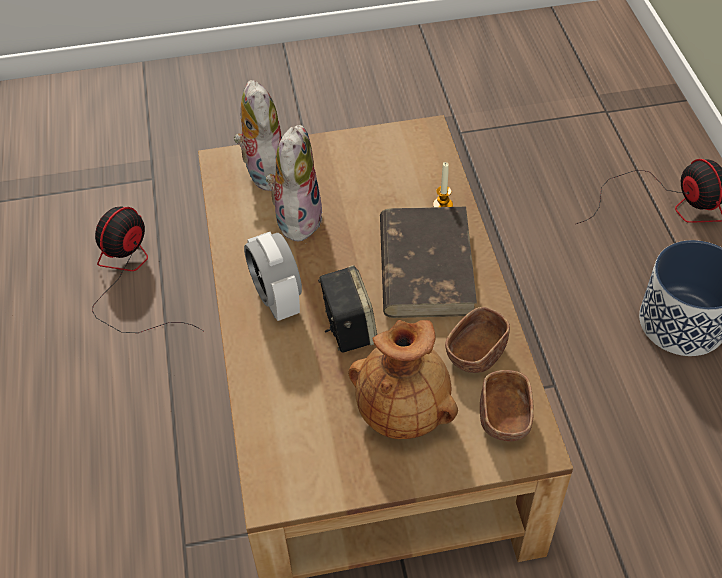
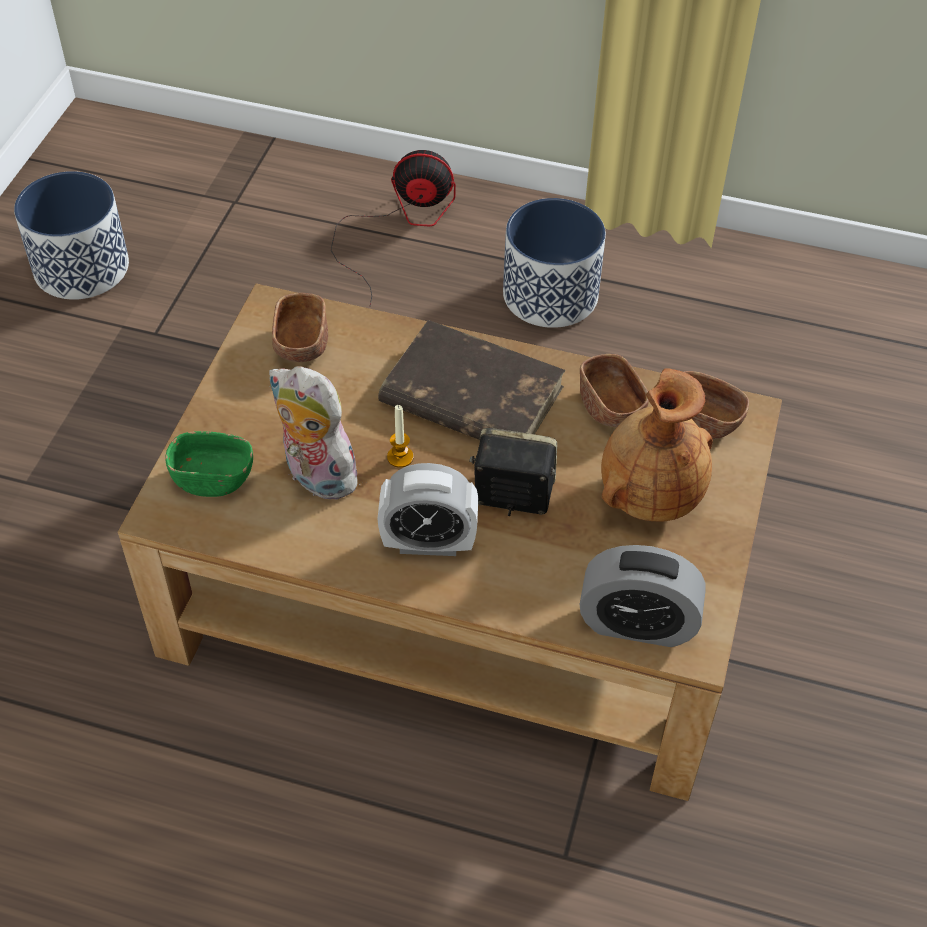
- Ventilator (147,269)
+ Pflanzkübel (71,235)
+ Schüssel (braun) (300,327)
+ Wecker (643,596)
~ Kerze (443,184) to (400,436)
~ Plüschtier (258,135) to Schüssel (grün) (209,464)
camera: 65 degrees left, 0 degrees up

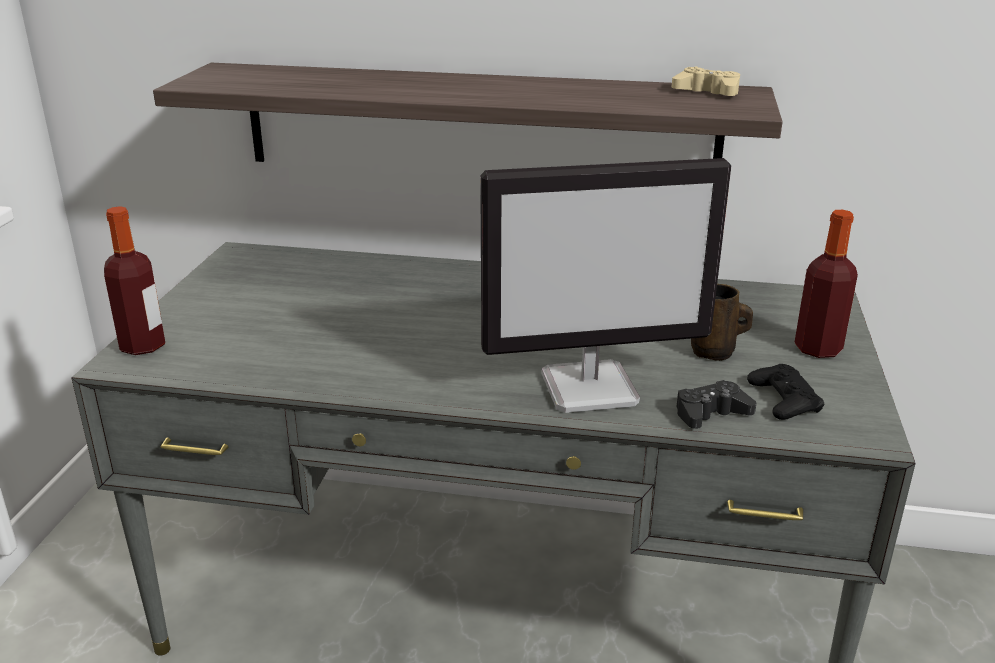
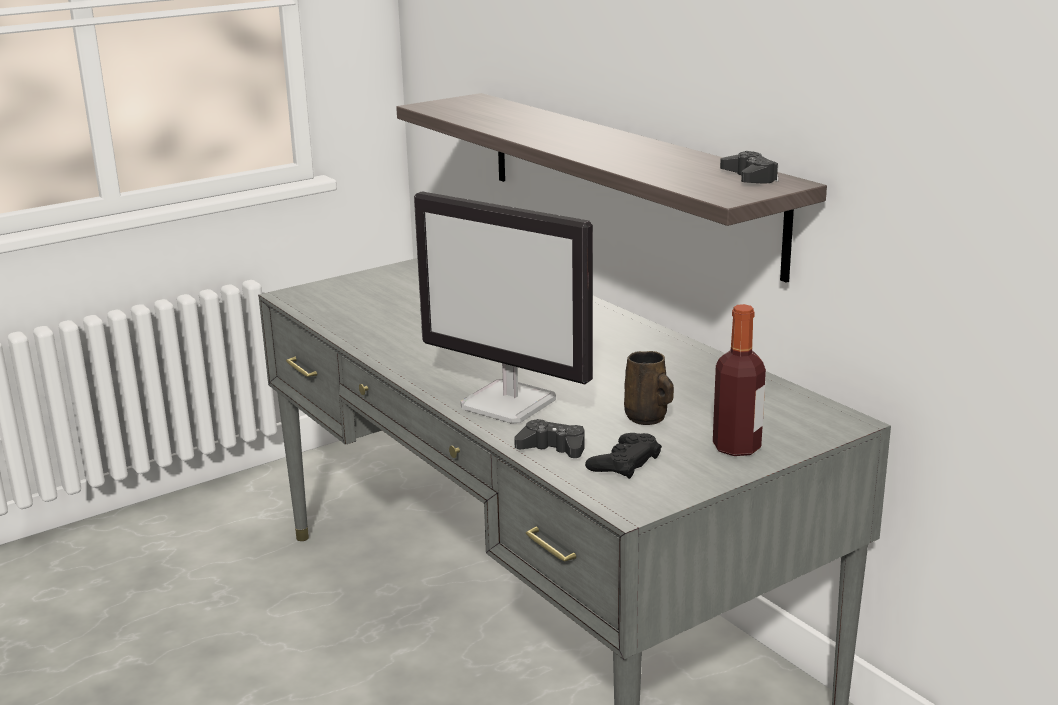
- Flasche (134,280)
~ Gamepad (beige) (706,81) to Gamepad (schwarz) (749,167)
camera: 45 degrees right, 5 degrees down

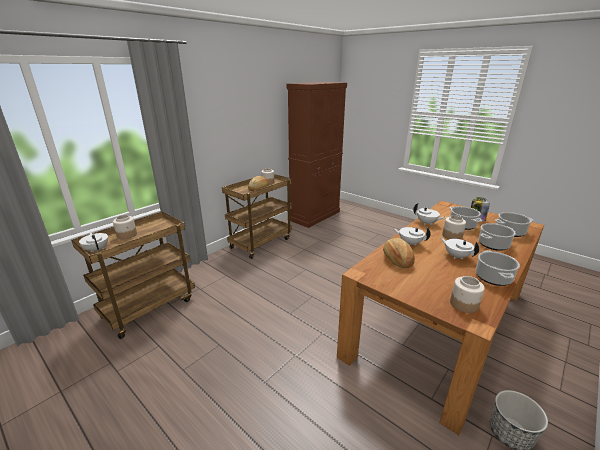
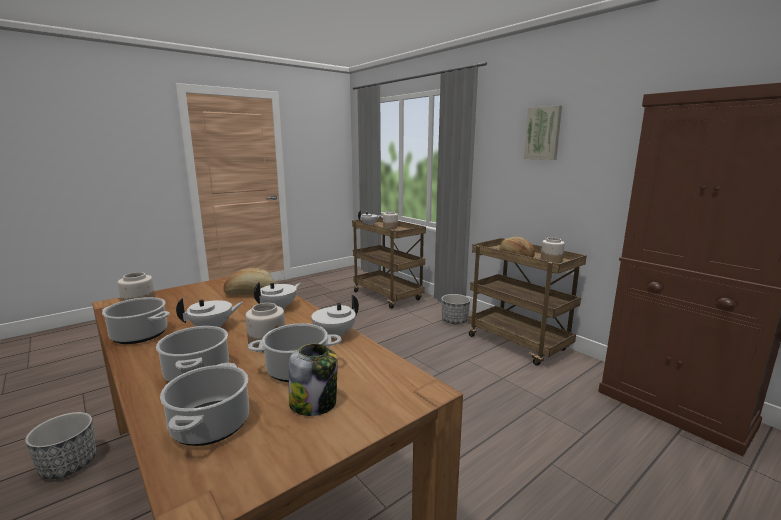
+ Pflanzkübel (455,309)
+ Bild (543,132)
camera: 100 degrees right, 10 degrees down

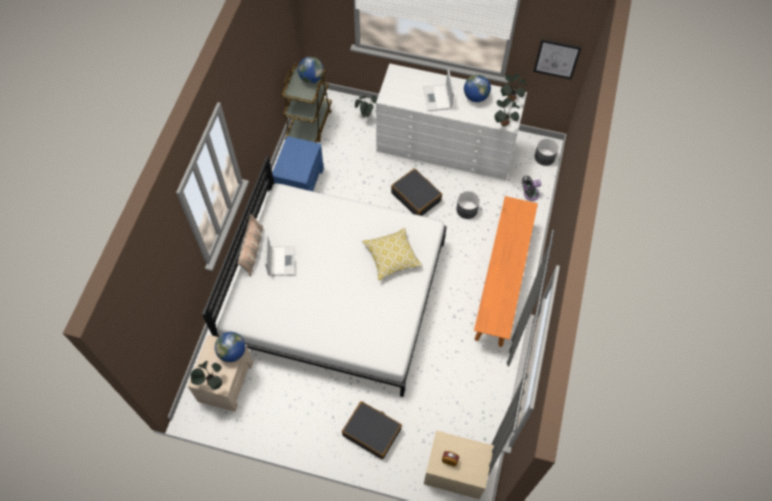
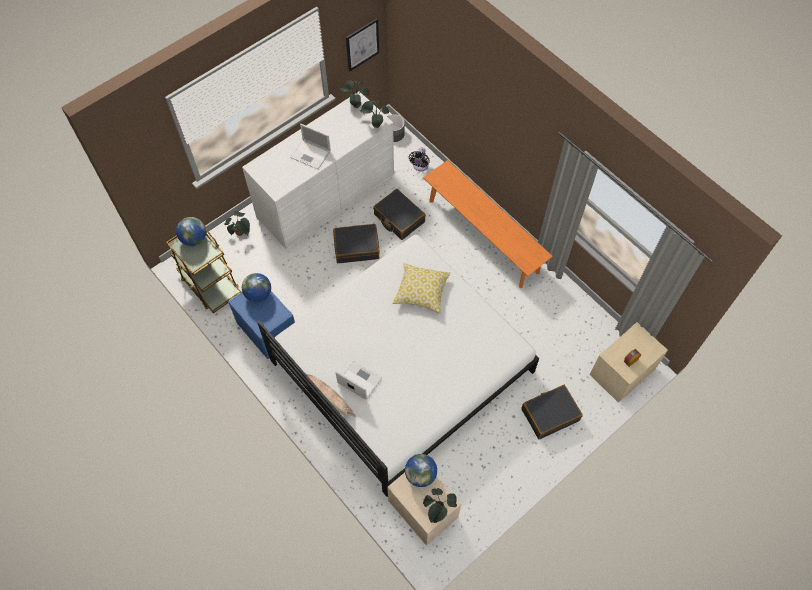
~ Globus (477,88) to (256,287)
~ Pflanzkübel (grau) (468,205) to Koffer (schwarz) (399,214)
camera: 55 degrees left, 0 degrees up

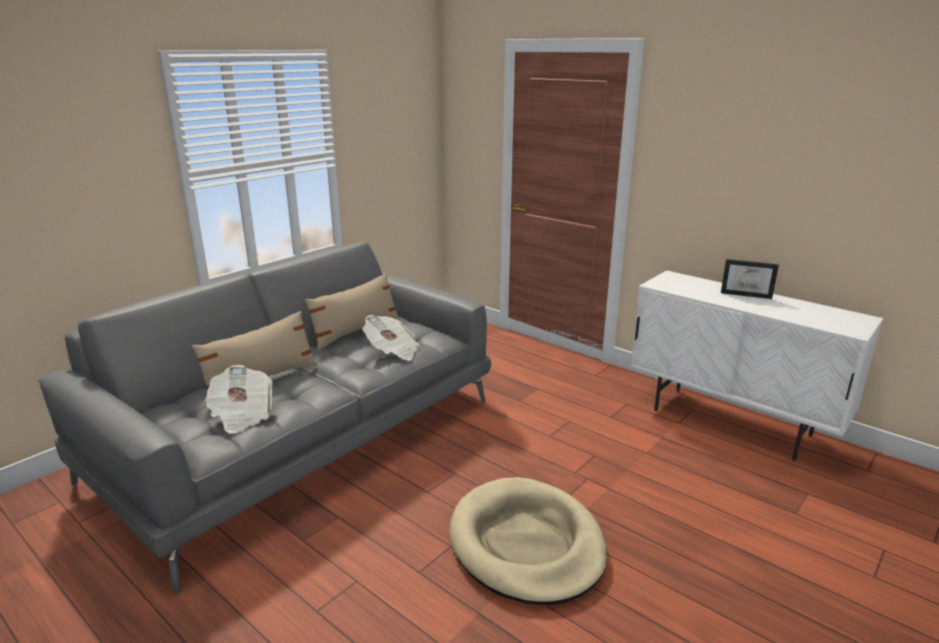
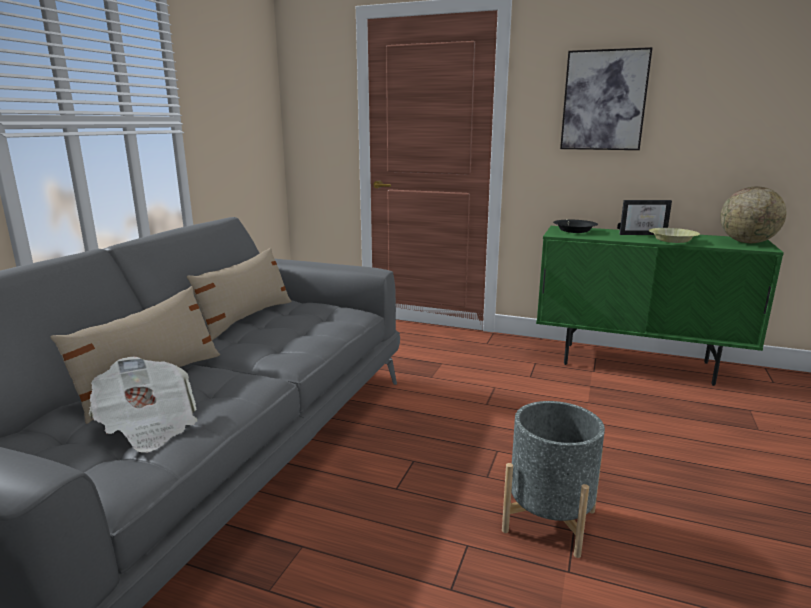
- Zeitung (390,338)
+ Schüssel (schwarz) (575,226)
+ Bild (606,98)
+ Schüssel (gelb) (674,235)
+ Globus (753,214)
~ Hundebett (beige) (528,541) to Pflanzkübel (grau) (553,479)
~ Schrank (weiß) (756,365) to Schrank (grün) (660,306)
camera: 20 degrees left, 5 degrees down

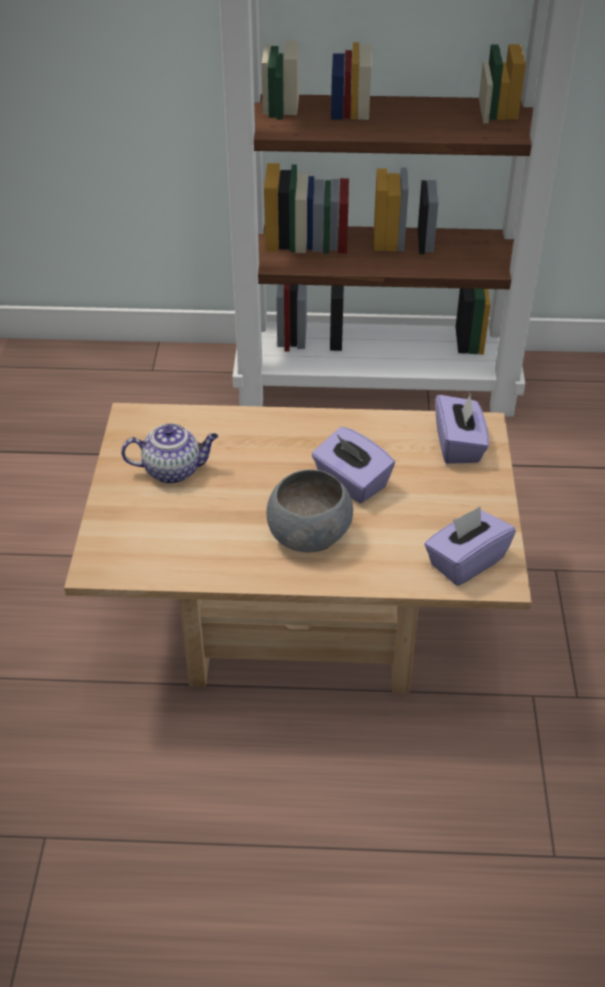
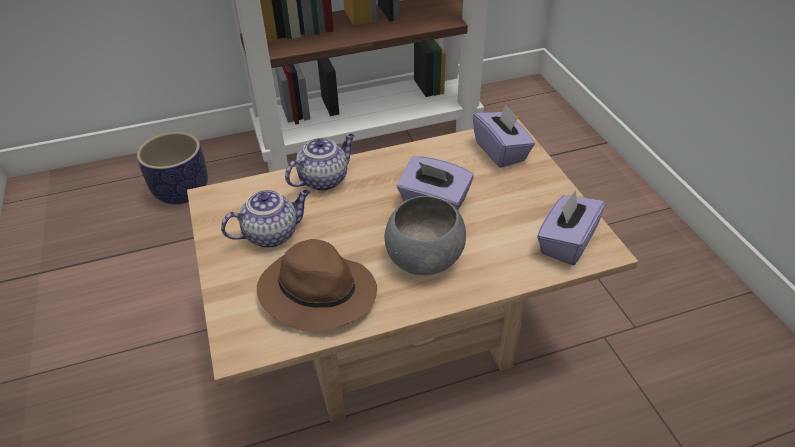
+ Pflanzkübel (172,168)
+ Hut (braun) (317,285)
+ Teekanne (320,162)
camera: 20 degrees left, 0 degrees up

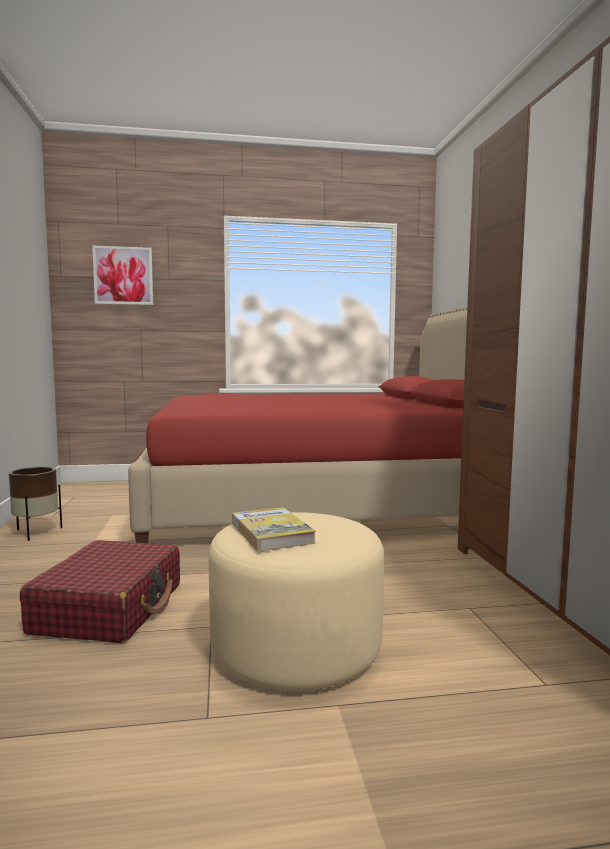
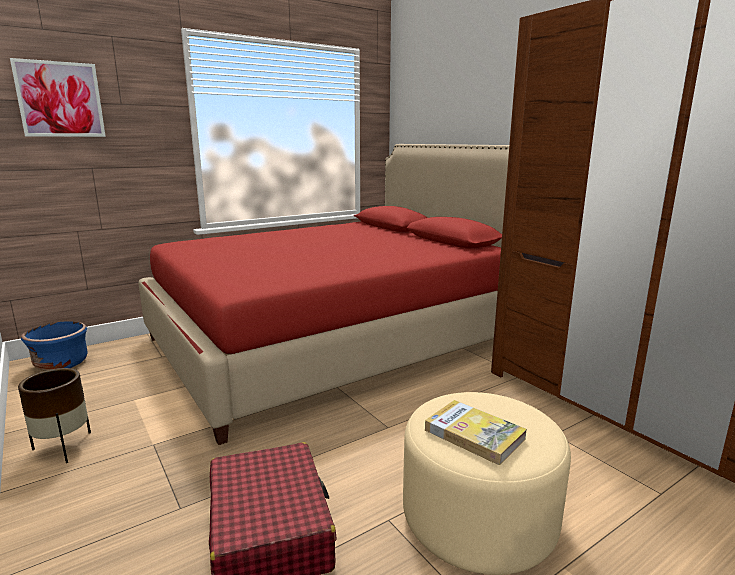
+ Pflanzkübel (blau) (54,346)
camera: 25 degrees left, 10 degrees up

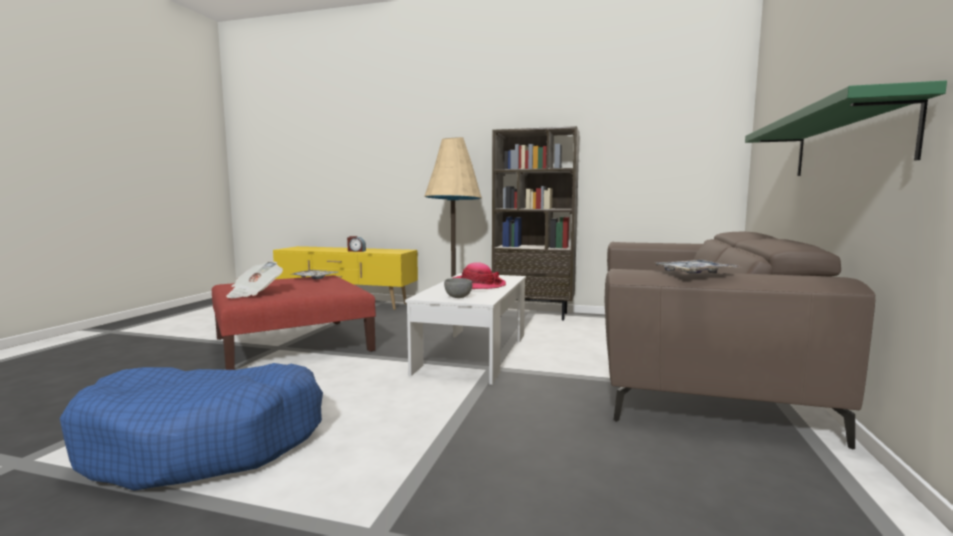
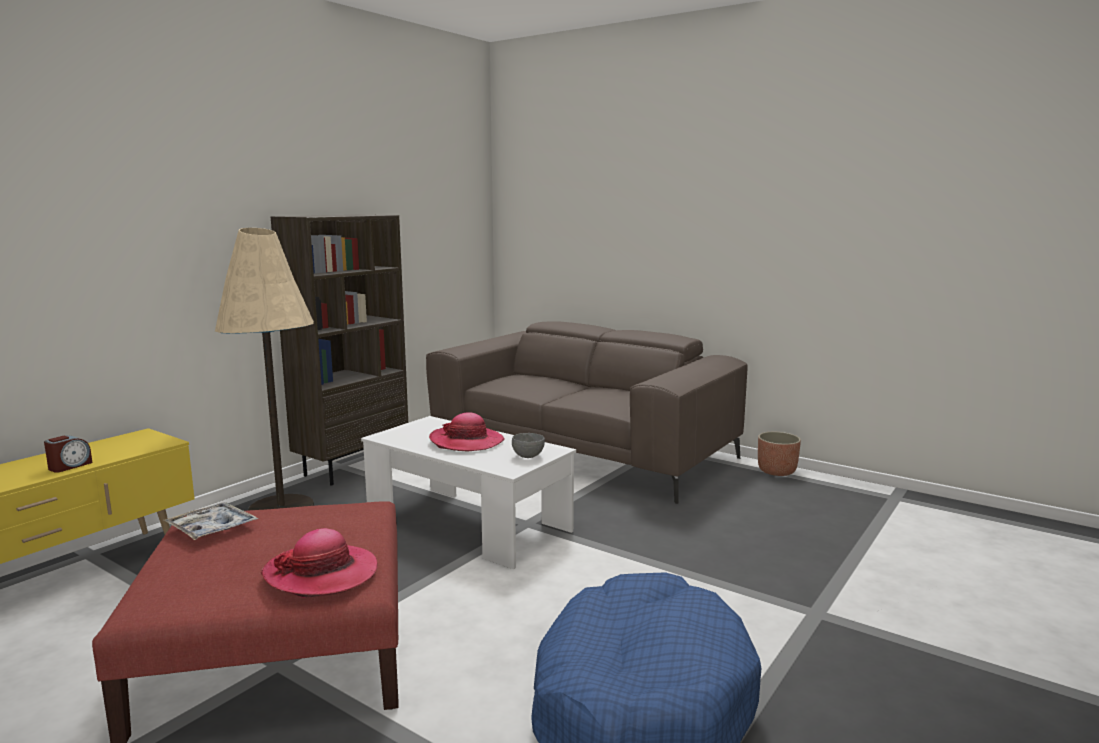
- Tablett (698,267)
- Wandregal (grün) (846,128)
+ Pflanzkübel (779,454)
~ Zeitung (254,279) to Hut (319,563)
camera: 70 degrees left, 5 degrees up

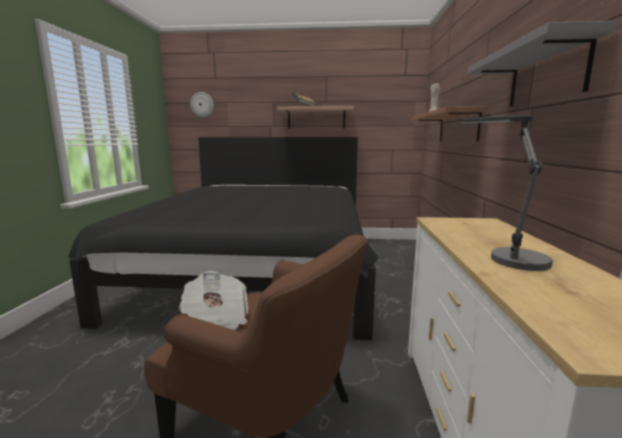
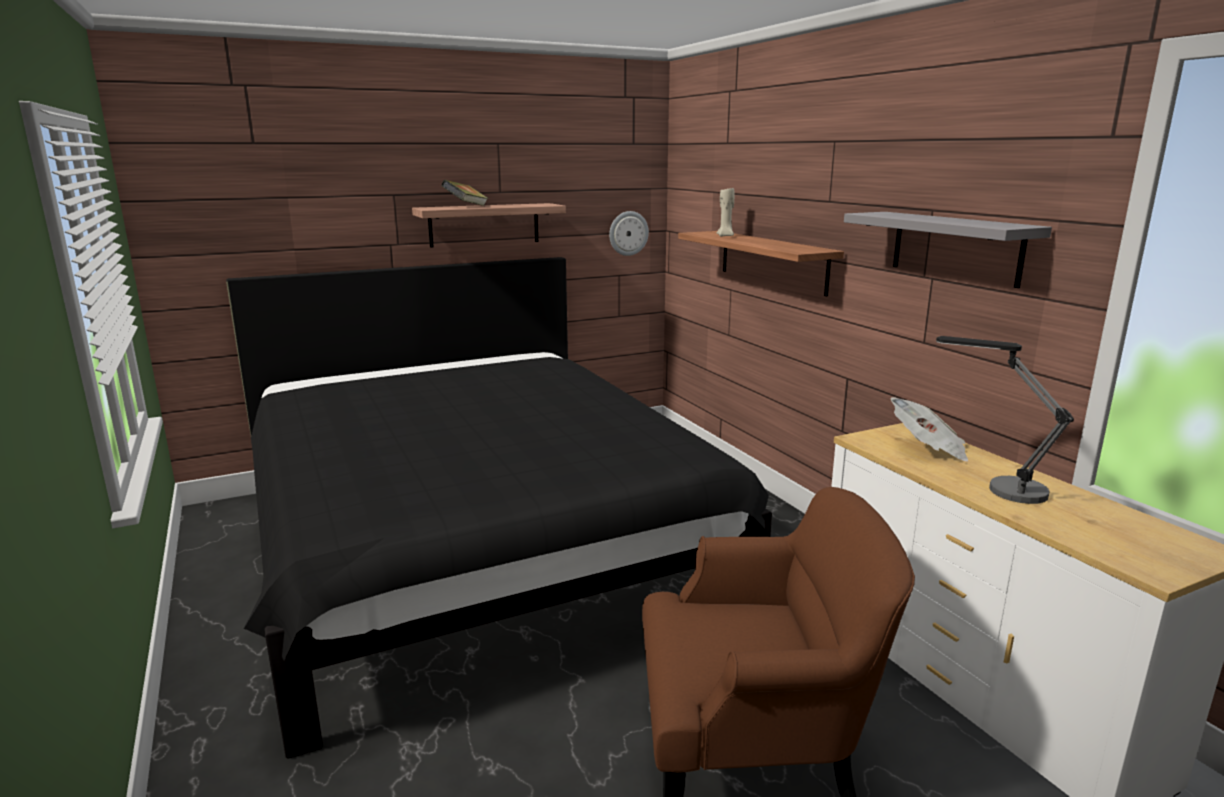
~ Zeitung (213,300) to (929,429)
~ Wanduhr (202,104) to (629,233)
camera: 30 degrees left, 5 degrees up

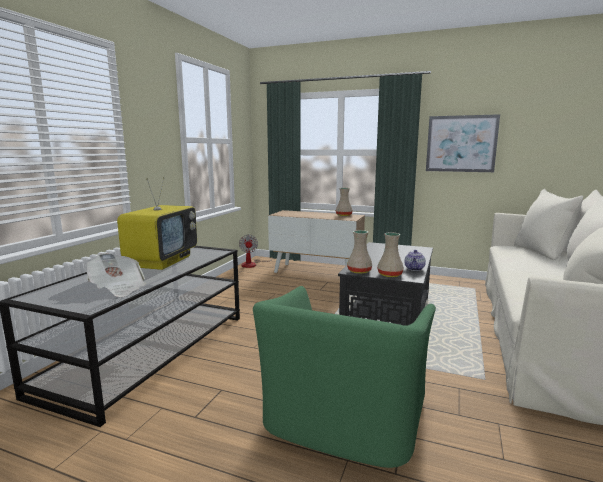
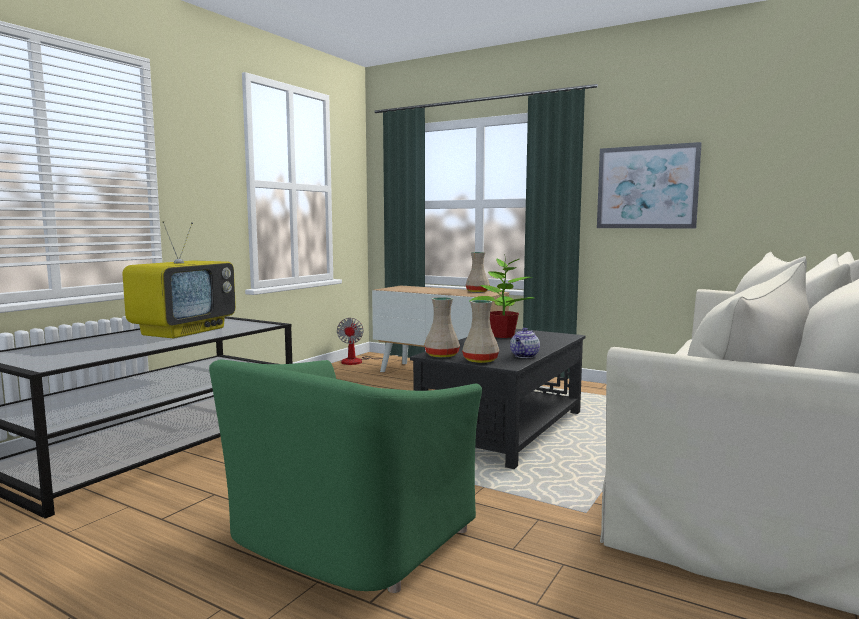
- Zeitung (116,275)
+ Topfpflanze (501,296)
camera: 10 degrees right, 5 degrees down

